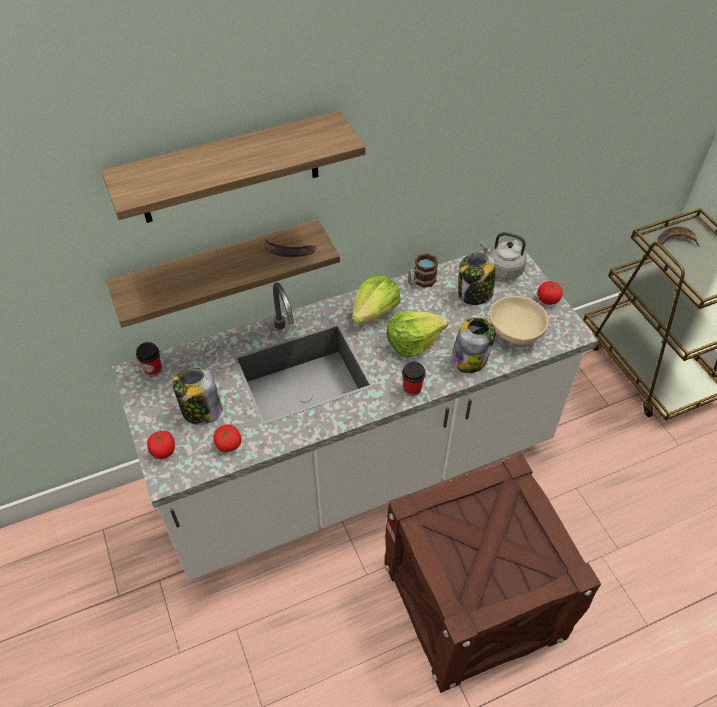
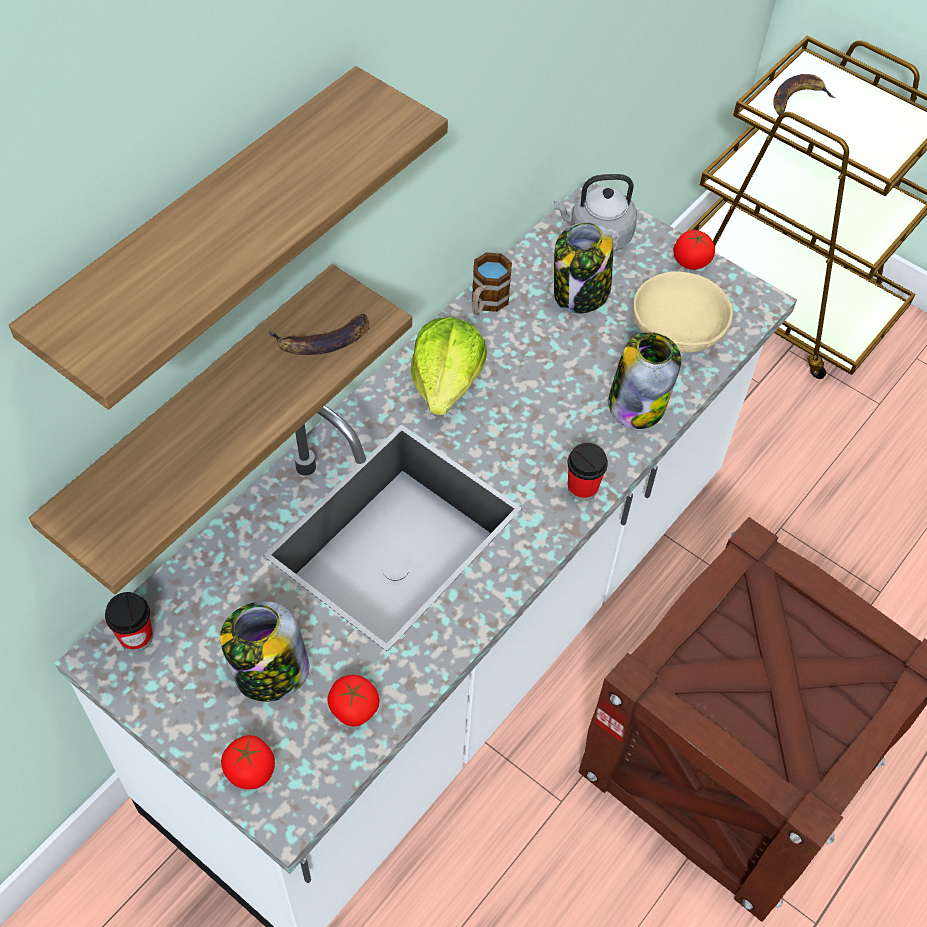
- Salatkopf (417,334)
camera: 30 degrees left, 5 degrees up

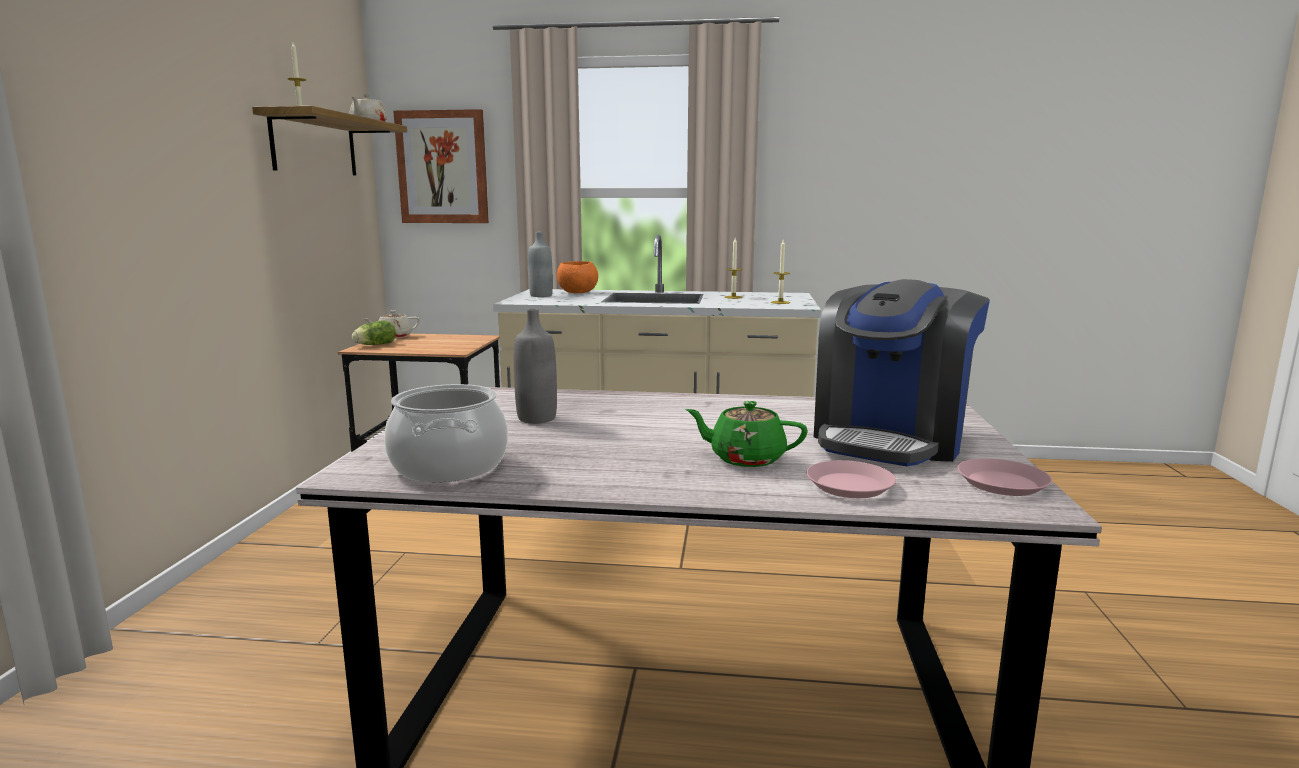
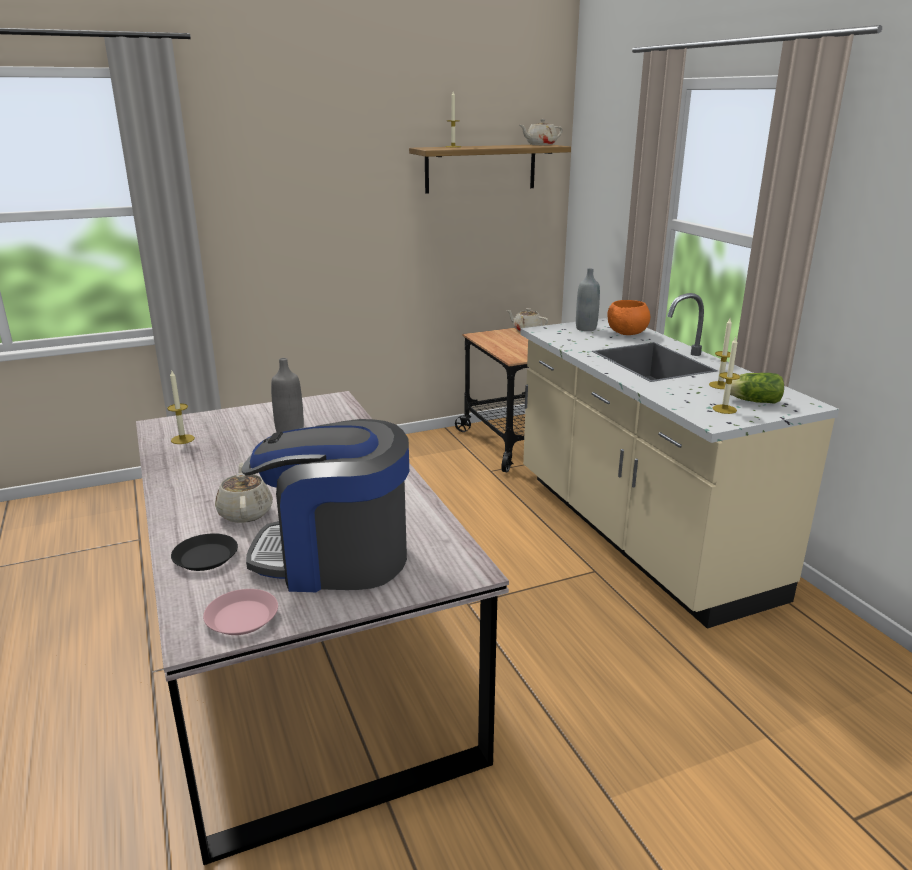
- Bild (441,166)
~ Salatkopf (374,332) to (757,388)
~ Kochtopf (446,433) to Kerze (181,407)
~ Teekanne (grün) (746,434) to Teekanne (beige) (244,492)
~ Teller (rosa) (851,479) to Teller (schwarz) (204,552)
camera: 60 degrees right, 10 degrees up

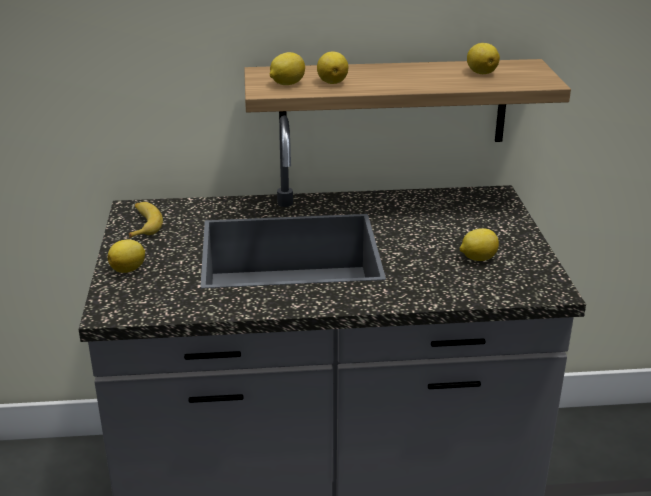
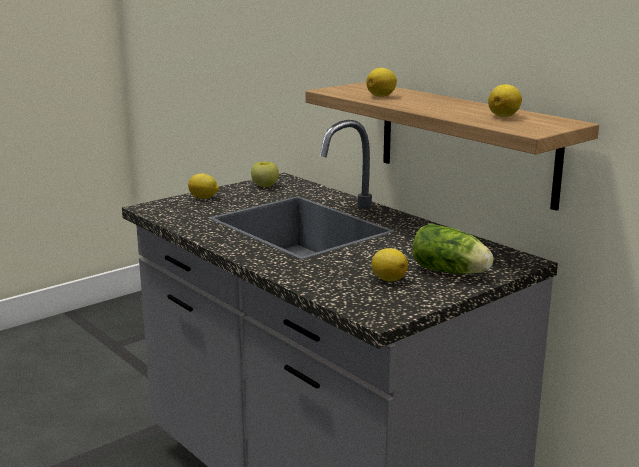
- Zitrone (287,68)
+ Salatkopf (452,248)
~ Banane (146,220) to Apfel (265,174)
camera: 55 degrees right, 10 degrees down

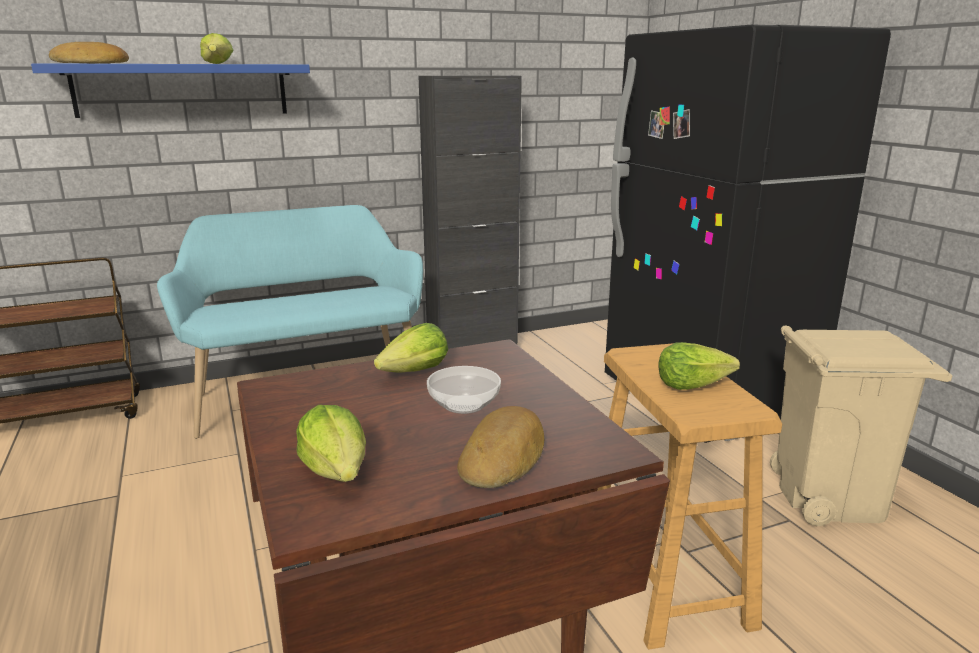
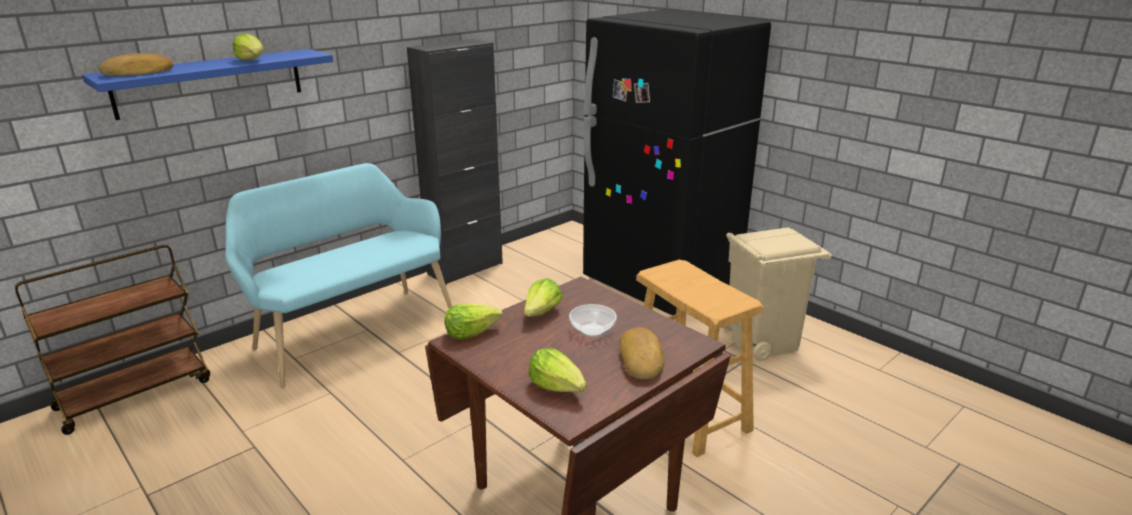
~ Salatkopf (699,366) to (473,321)
camera: 20 degrees left, 5 degrees up

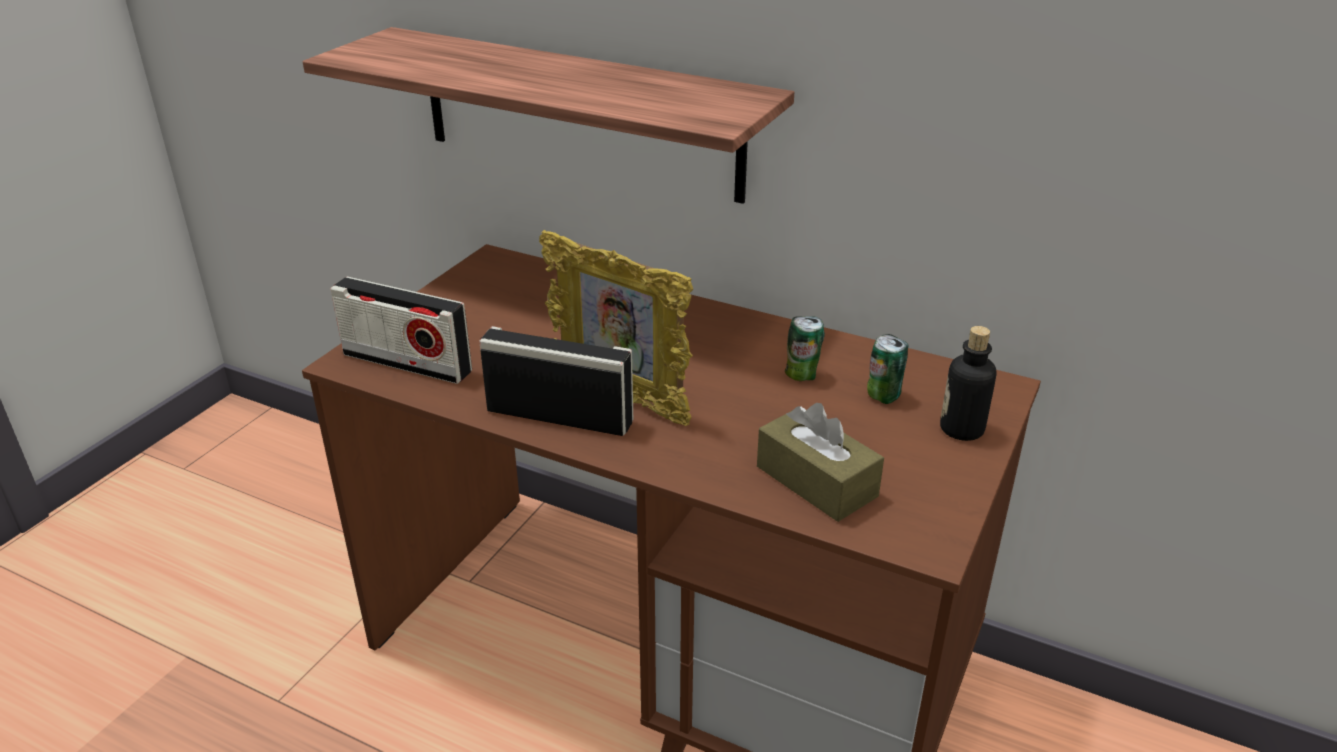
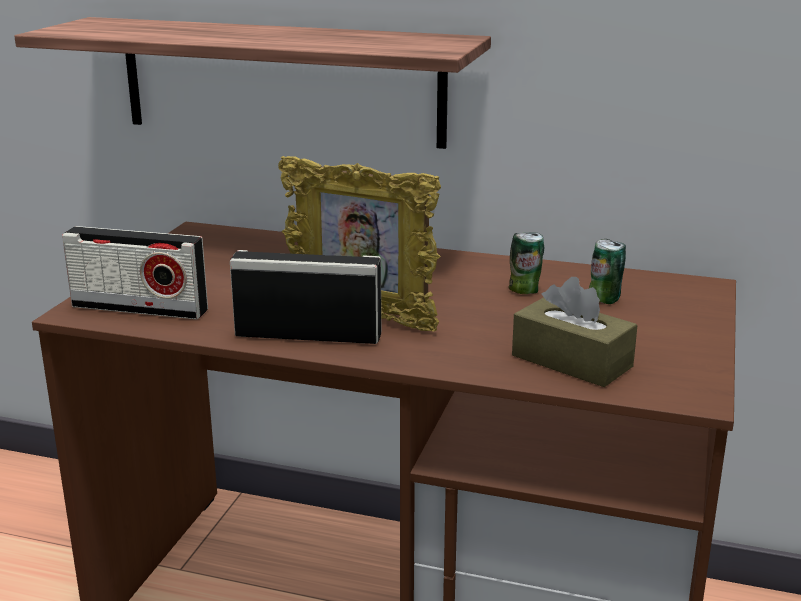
- Flasche (968,383)
camera: 10 degrees left, 10 degrees down

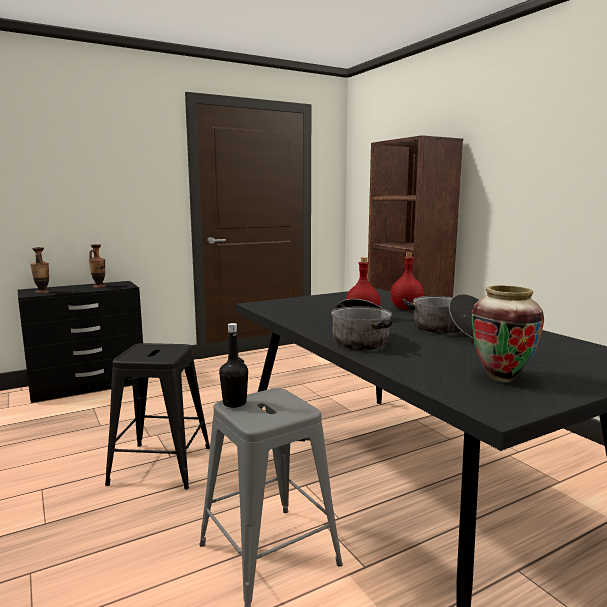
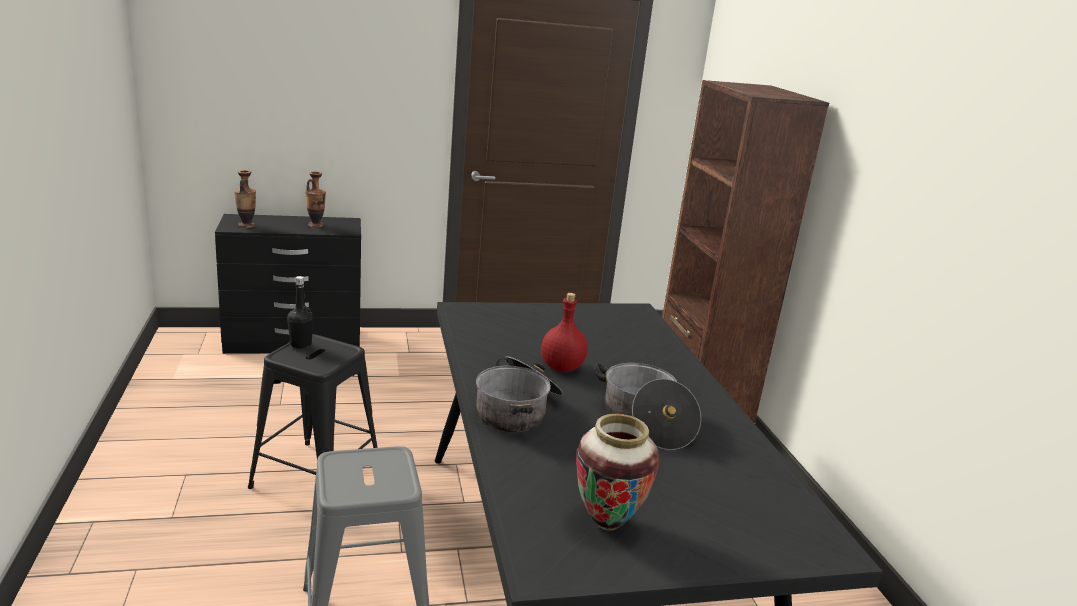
- Flasche (rot) (407,281)
~ Flasche (schwarz) (233,365) to (300,312)
camera: 15 degrees right, 10 degrees up

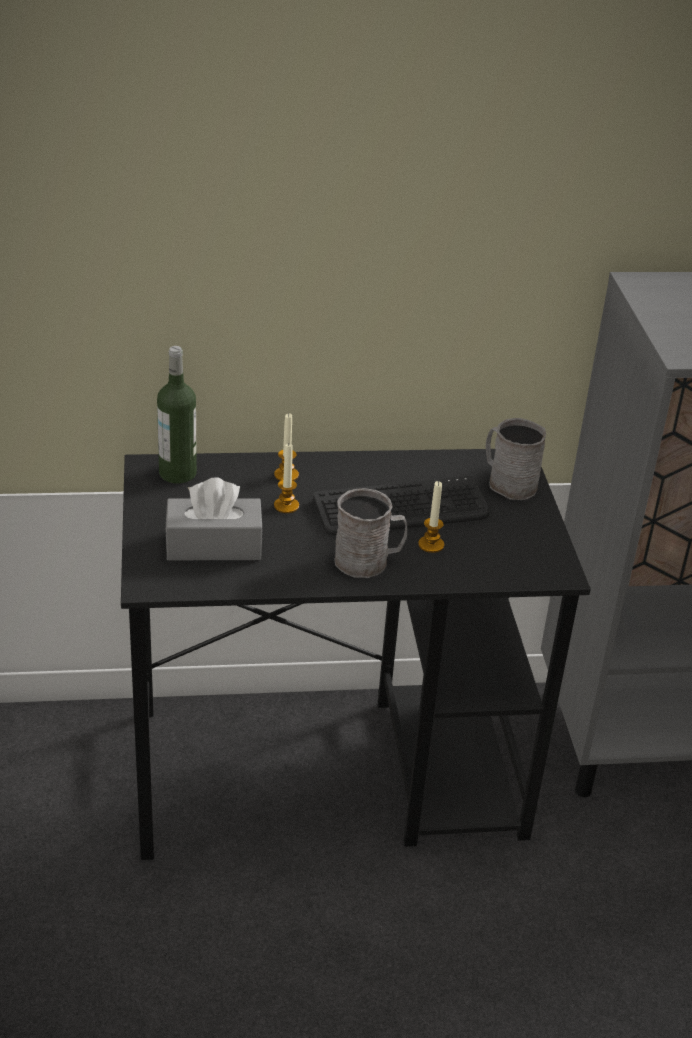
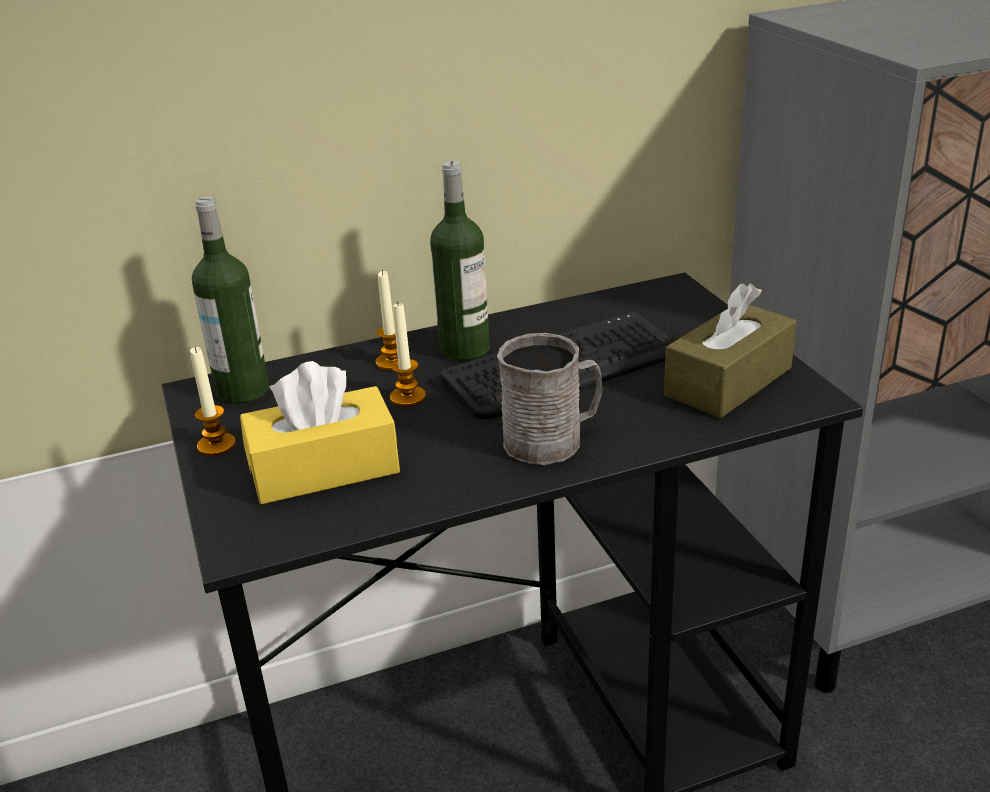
- Henkelbecher (grau) (515,459)
+ Flasche (460,261)
+ Taschentuchbox (braun) (730,351)
~ Kerze (431,517) to (213,401)
~ Taschentuchbox (grau) (214,518) to Taschentuchbox (gelb) (320,433)
camera: 10 degrees left, 5 degrees down

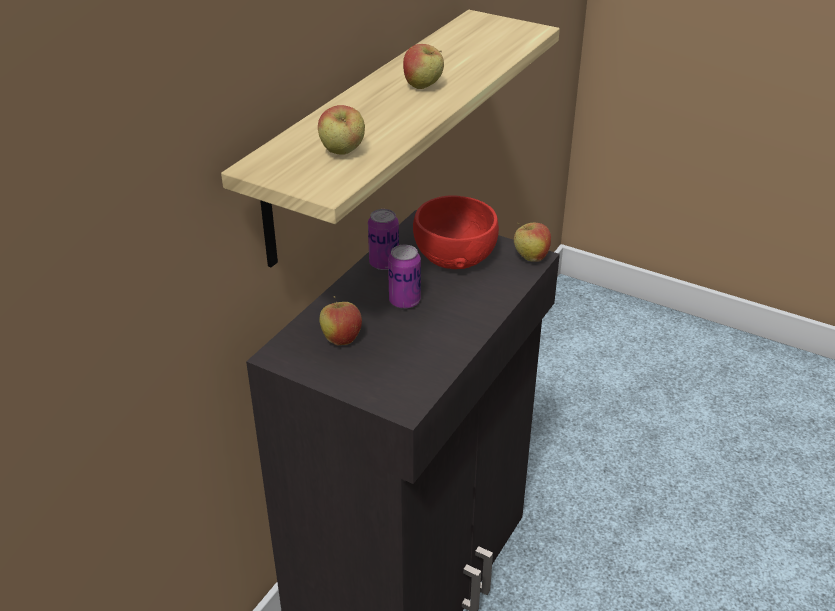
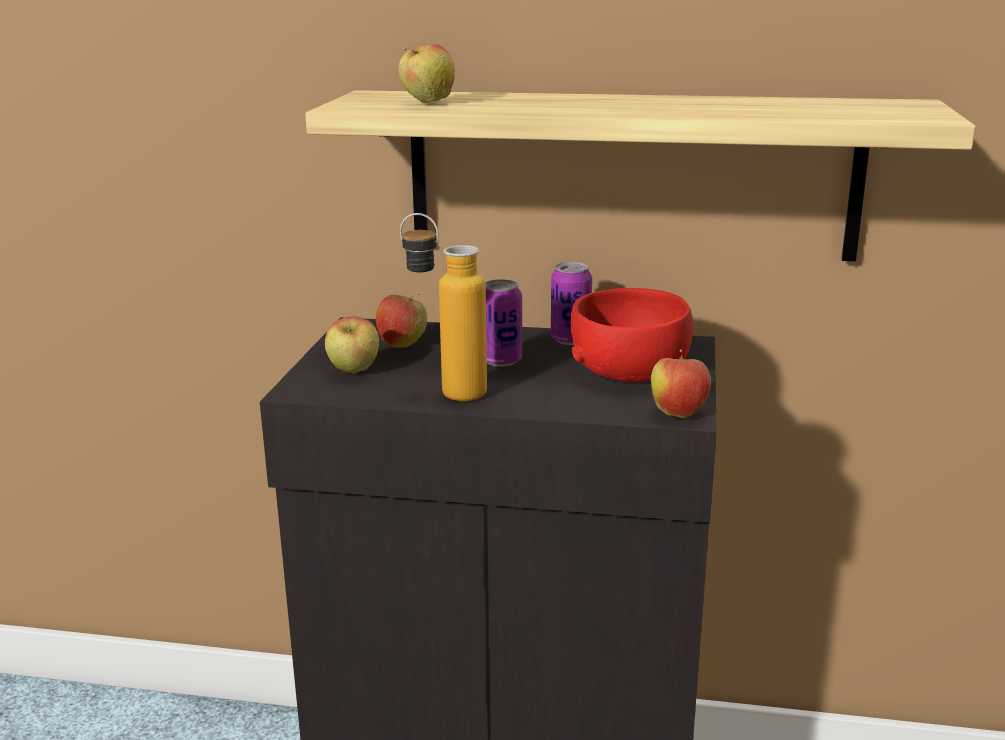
+ Flasche (443,307)
~ Apfel (423,66) to (352,344)
camera: 70 degrees right, 15 degrees down

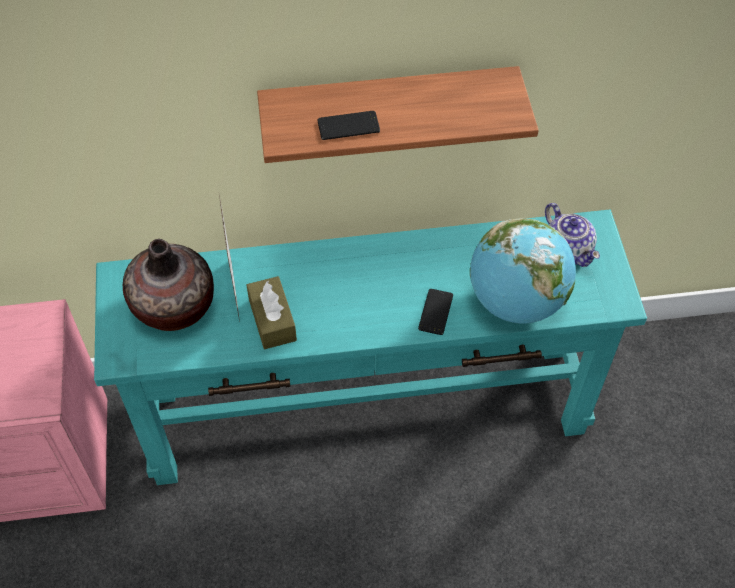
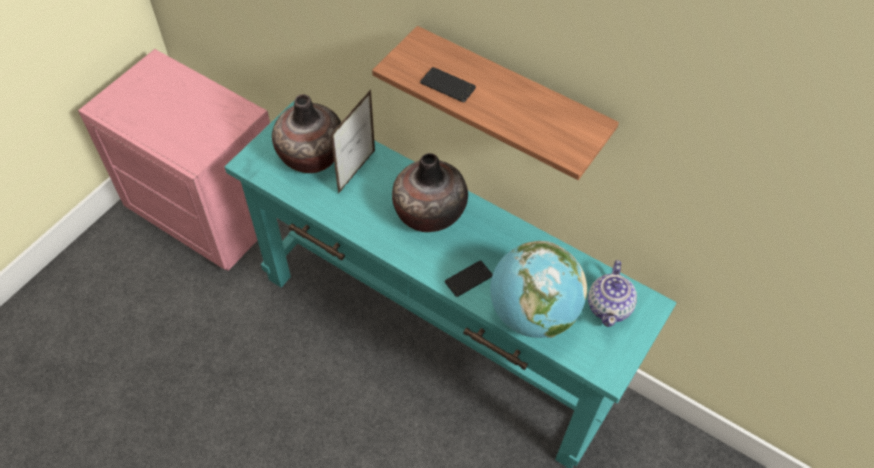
- Taschentuchbox (braun) (271,312)
+ Vase (430,192)
camera: 40 degrees right, 0 degrees up

